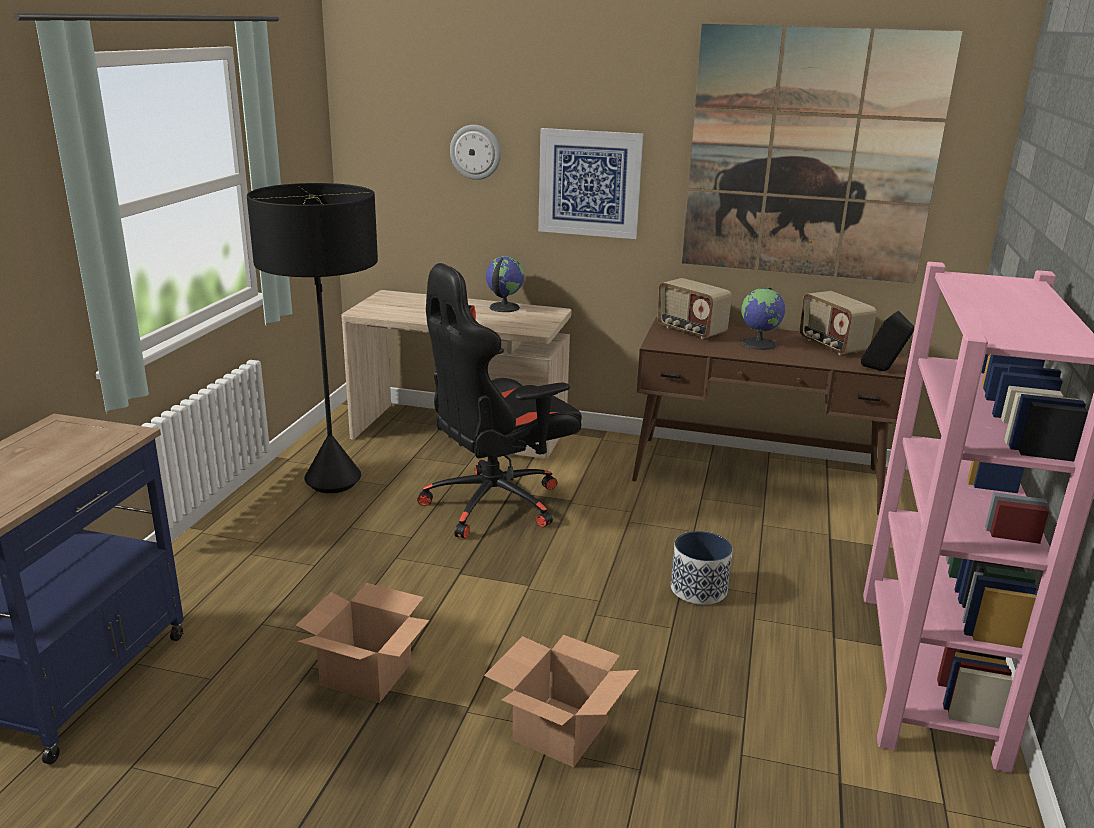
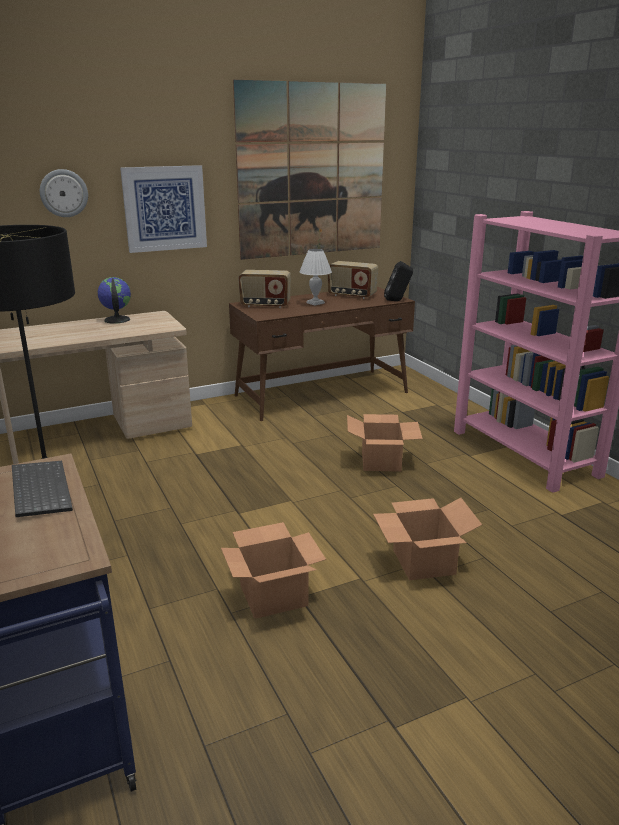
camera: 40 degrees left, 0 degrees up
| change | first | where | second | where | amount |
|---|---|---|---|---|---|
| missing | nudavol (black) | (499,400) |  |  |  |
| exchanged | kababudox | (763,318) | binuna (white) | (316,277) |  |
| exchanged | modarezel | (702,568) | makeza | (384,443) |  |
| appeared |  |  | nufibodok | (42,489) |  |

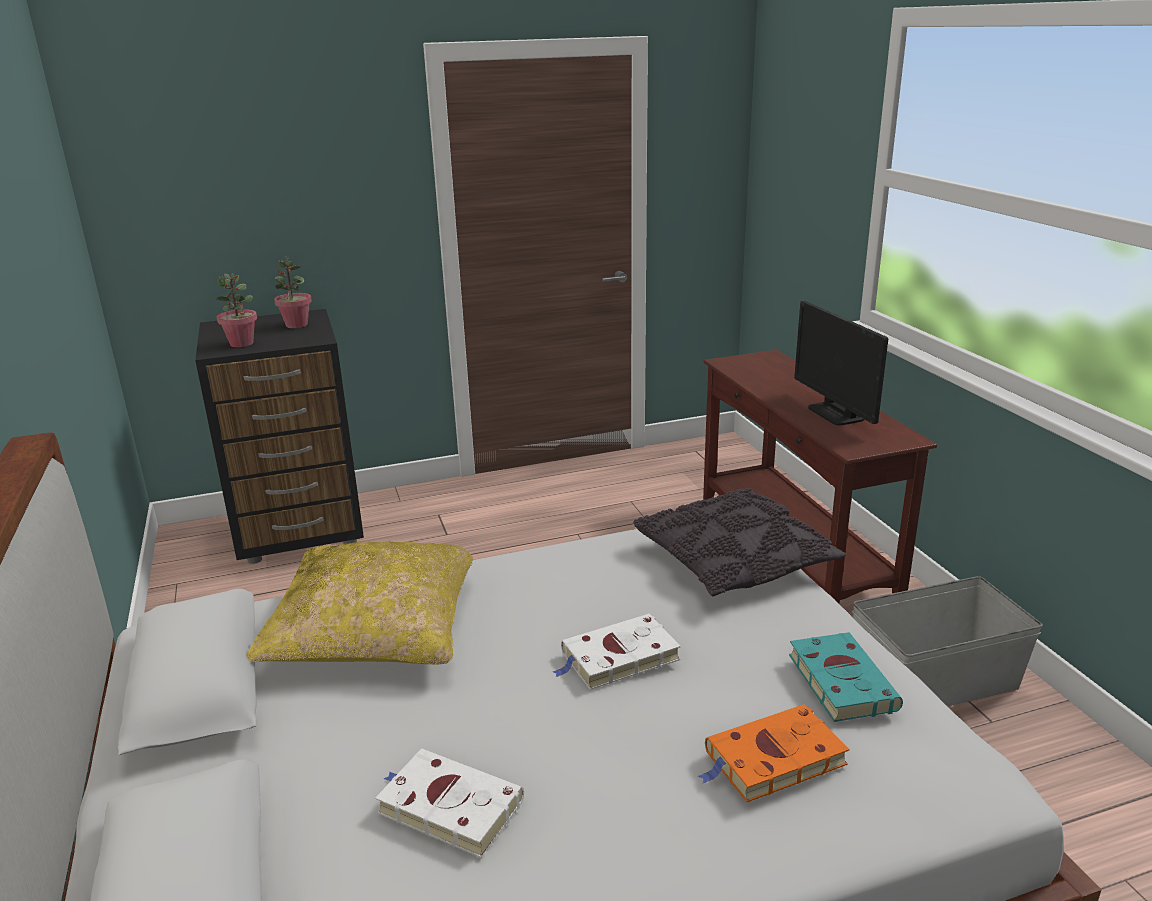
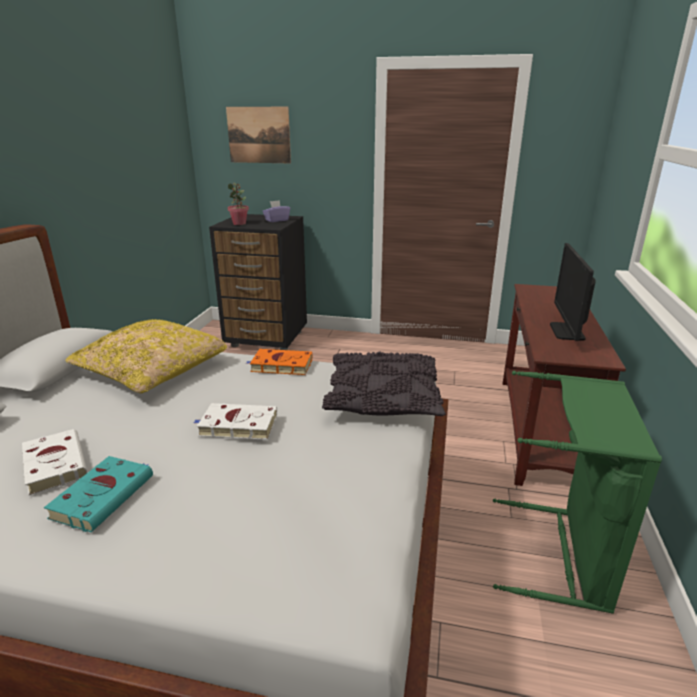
camera: 30 degrees right, 0 degrees up
| change | first | where | second | where | amount |
|---|---|---|---|---|---|
| exchanged | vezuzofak | (293,292) | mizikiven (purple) | (276,211) |  |
| exchanged | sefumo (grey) | (947,641) | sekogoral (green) | (577,492) |  |
| relocated | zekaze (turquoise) | (846,677) |  | (98,494) |  |
| relocated | zekaze (orange) | (774,753) |  | (279,362) |  |
| appeared |  |  | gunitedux | (258,135) |  |

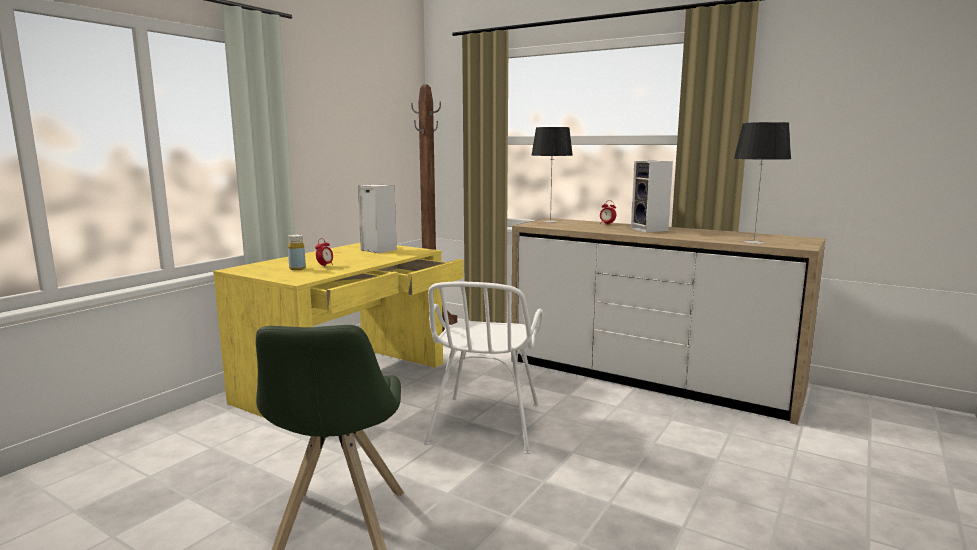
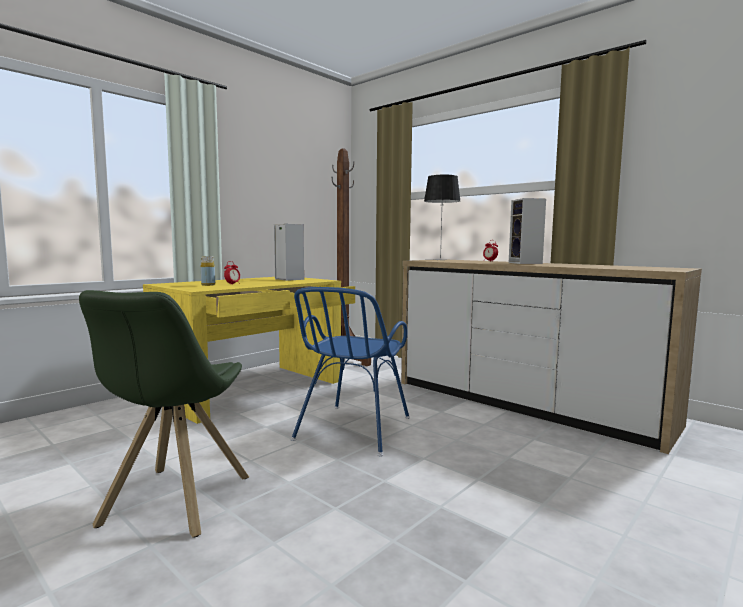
camera: 10 degrees right, 5 degrees down
| change | first | where | second | where | amount |
|---|---|---|---|---|---|
| missing | binuna | (762,183) |  |  |  |
| colour | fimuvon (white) | (483,368) | fimuvon (blue) | (350,371) |  |

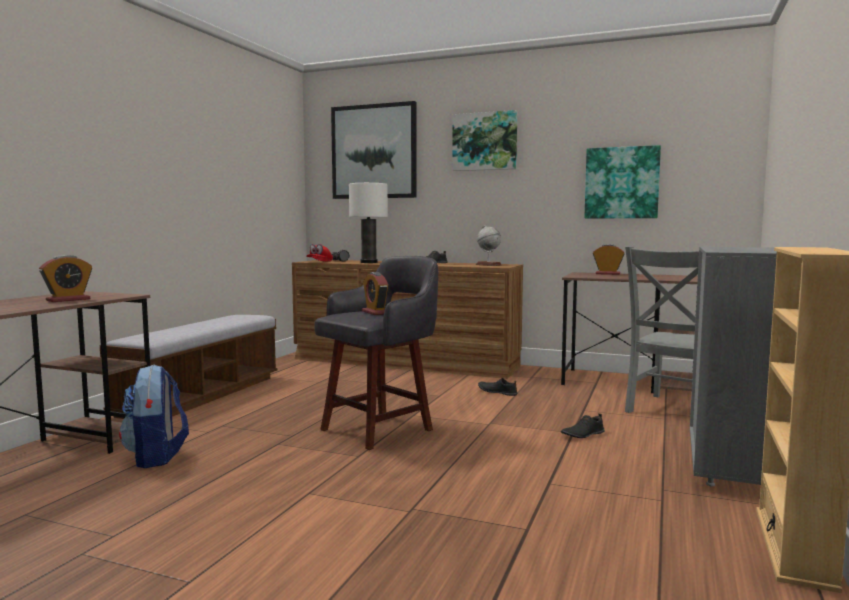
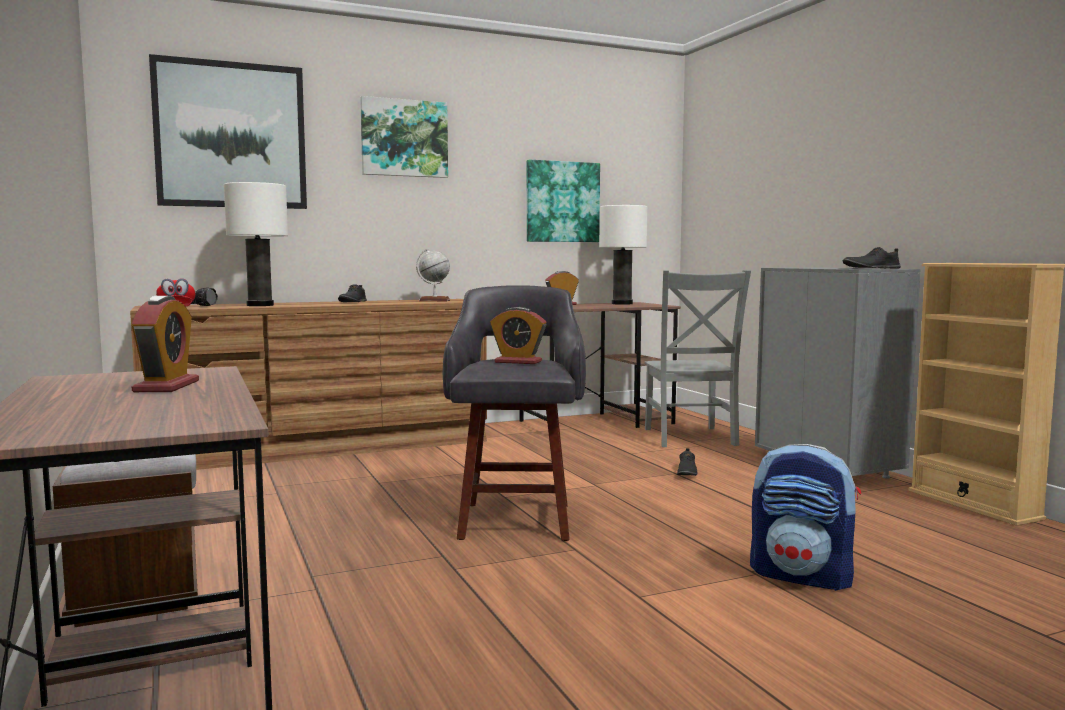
camera: 45 degrees left, 0 degrees up
| change | first | where | second | where | amount |
|---|---|---|---|---|---|
| relocated | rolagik | (154,416) |  | (805,517) |  |
| relocated | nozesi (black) | (497,387) |  | (871,258) |  |
| appeared |  |  | binuna (white) | (623,255) |  |

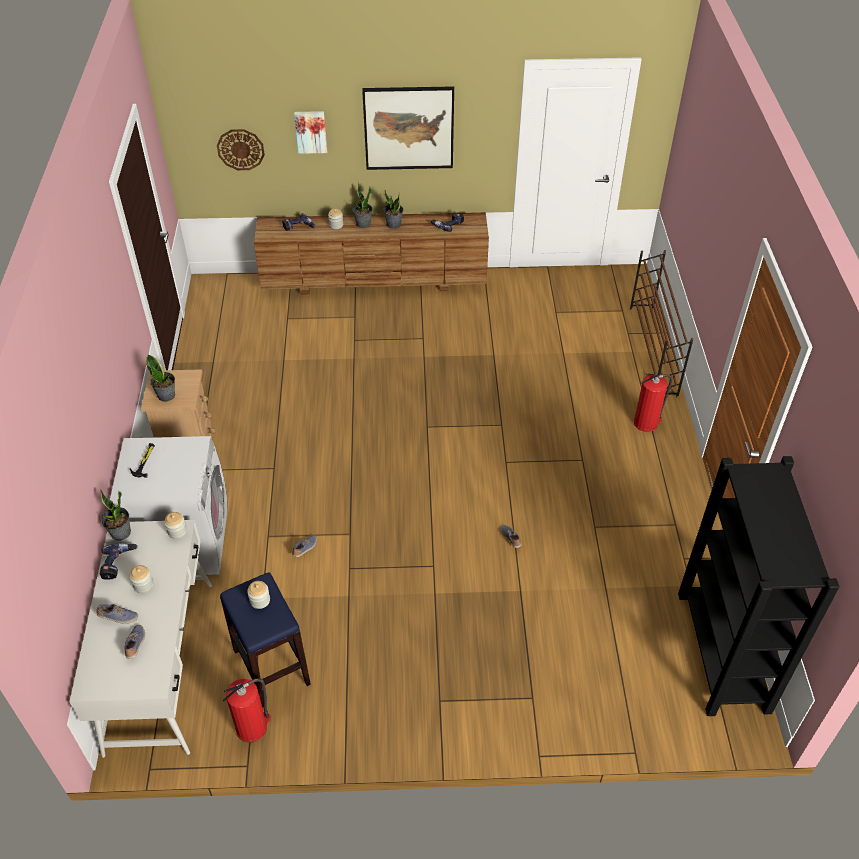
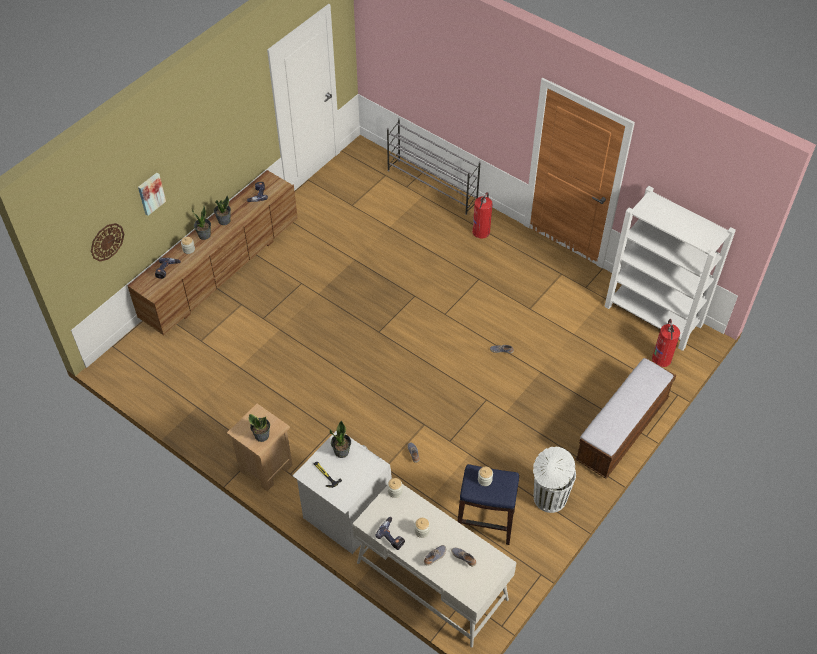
camera: 50 degrees left, 5 degrees up
| change | first | where | second | where | amount |
|---|---|---|---|---|---|
| missing | gunitedux | (408,128) |  |  |  |
| colour | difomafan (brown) | (662,324) | difomafan (grey) | (434,166) |  |
| colour | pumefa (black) | (759,586) | pumefa (white) | (670,268) |  |
| relocated | vezuzofak | (115,515) |  | (340,439) |  |
| relocated | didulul | (247,710) |  | (666,343) |  |
| appeared |  |  | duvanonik | (625,418) |  |
| appeared |  |  | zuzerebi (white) | (554,479) |  |

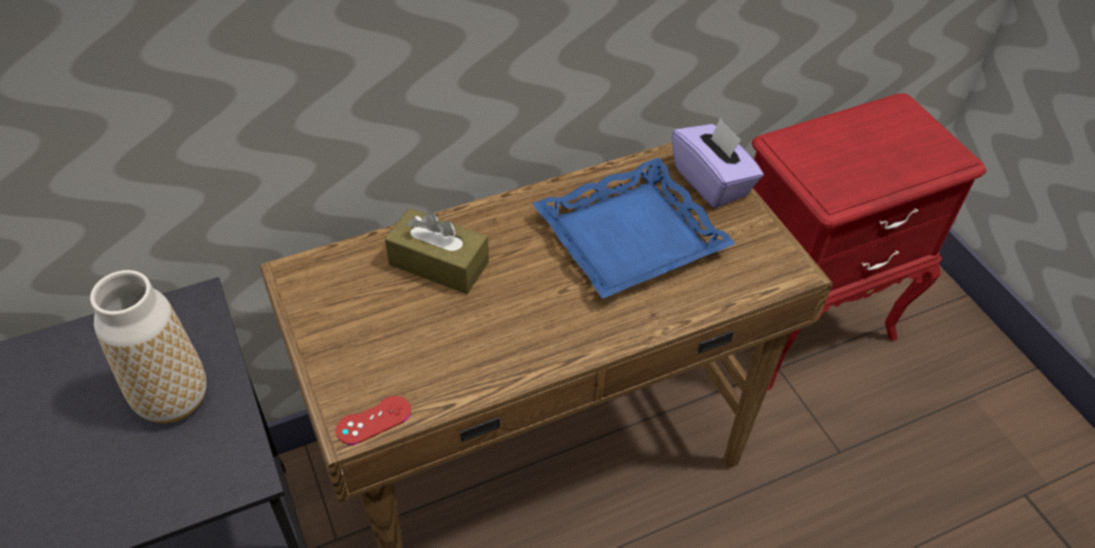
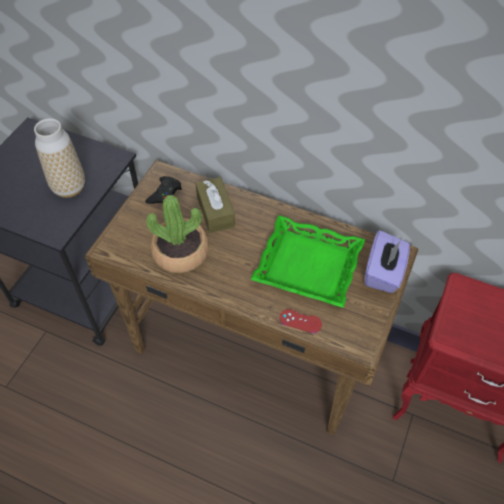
camera: 50 degrees right, 5 degrees up
| change | first | where | second | where | amount |
|---|---|---|---|---|---|
| colour | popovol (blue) | (634,228) | popovol (green) | (307,261) |  |
| relocated | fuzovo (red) | (373,420) |  | (301,321) |  |
| appeared |  |  | fuzovo (black) | (163,190) |  |
| appeared |  |  | vezuzofak | (177,234) |  |

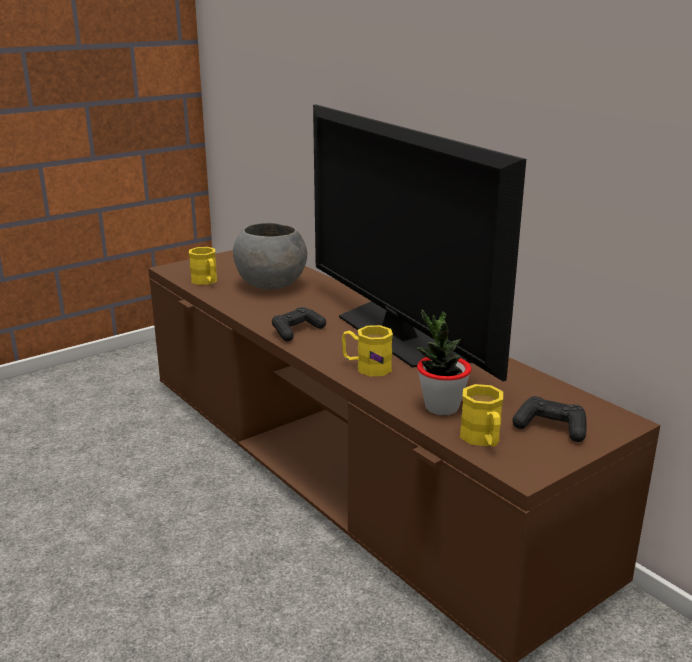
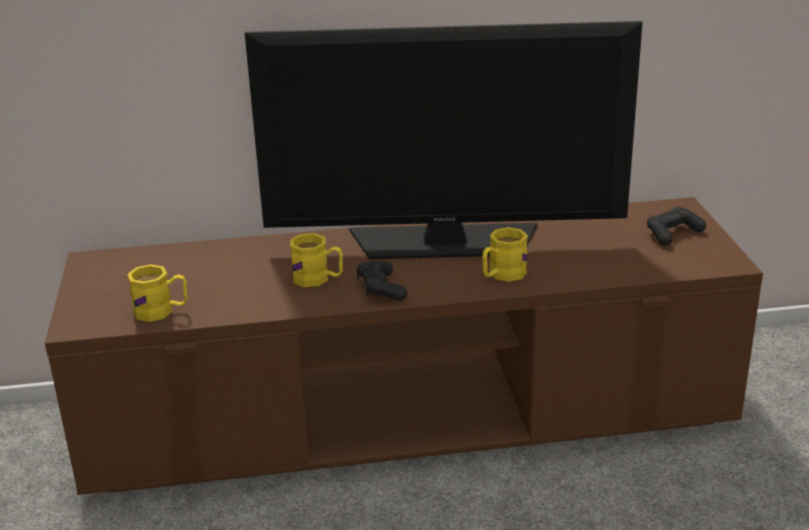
camera: 60 degrees left, 5 degrees up
| change | first | where | second | where | amount |
|---|---|---|---|---|---|
| missing | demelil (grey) | (270,256) |  |  |  |
| missing | vezuzofak | (444,362) |  |  |  |
| relocated | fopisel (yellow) | (481,415) |  | (316,260) |  |

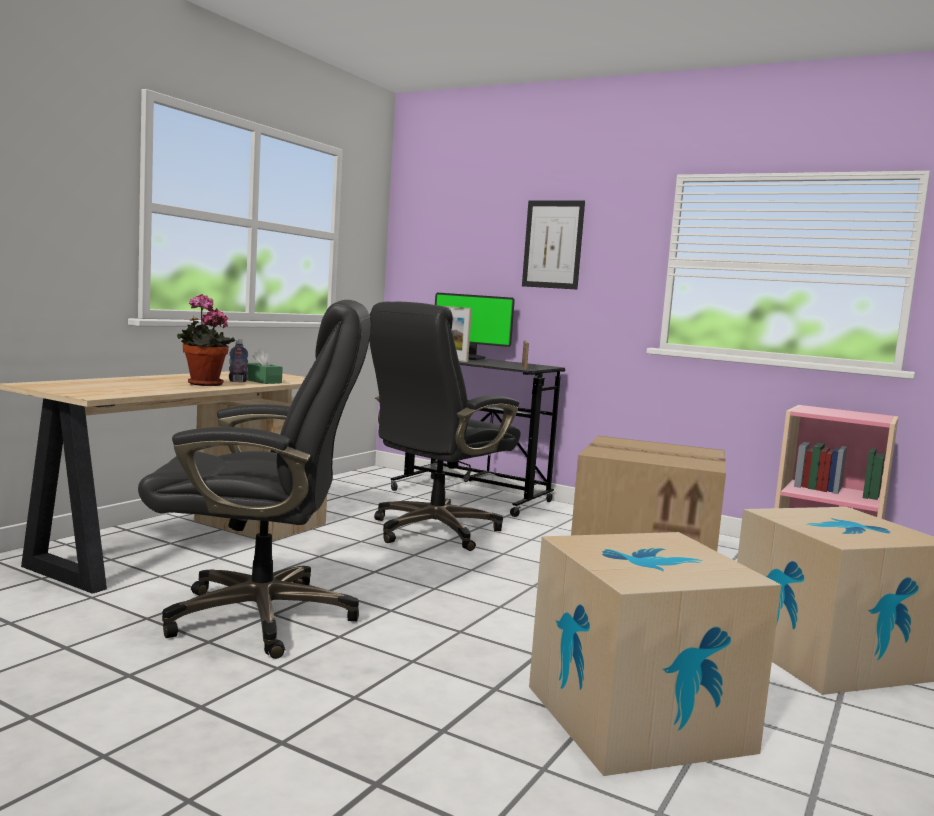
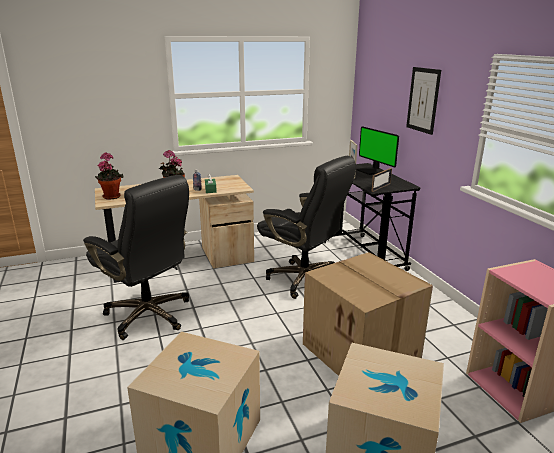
camera: 40 degrees right, 15 degrees up
| change | first | where | second | where | amount |
|---|---|---|---|---|---|
| spun | nudavol (black) | (445,426) |  | (306,227) | 135 degrees counterclockwise |
| appeared |  |  | vezuzofak | (109,176) |  |

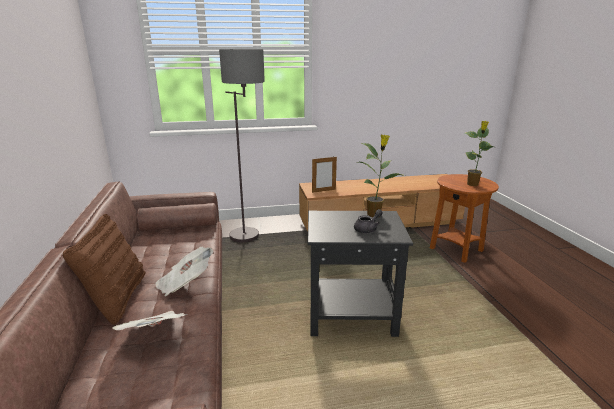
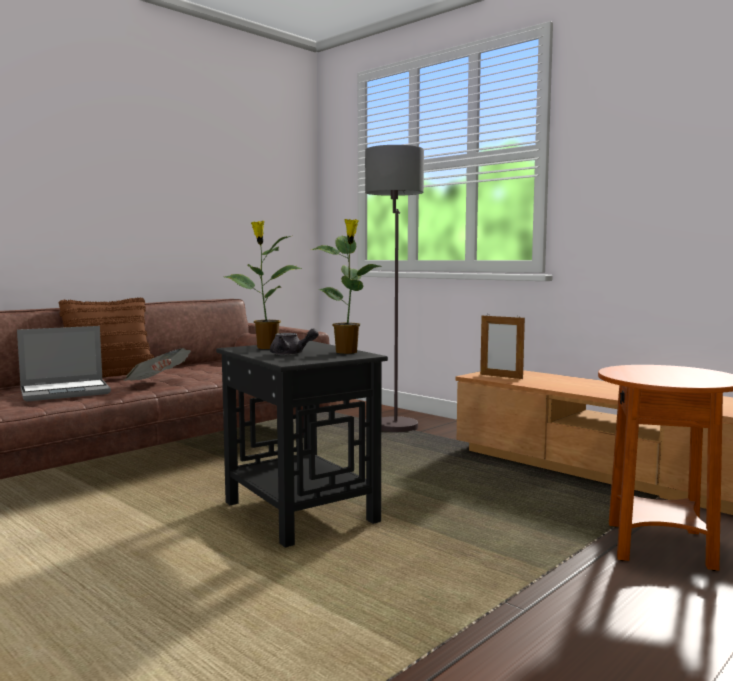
camera: 55 degrees right, 15 degrees down
| change | first | where | second | where | amount |
|---|---|---|---|---|---|
| relocated | vezuzofak | (479,153) |  | (263,285) |  |
| exchanged | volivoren | (150,320) | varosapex | (64,363) |  |

